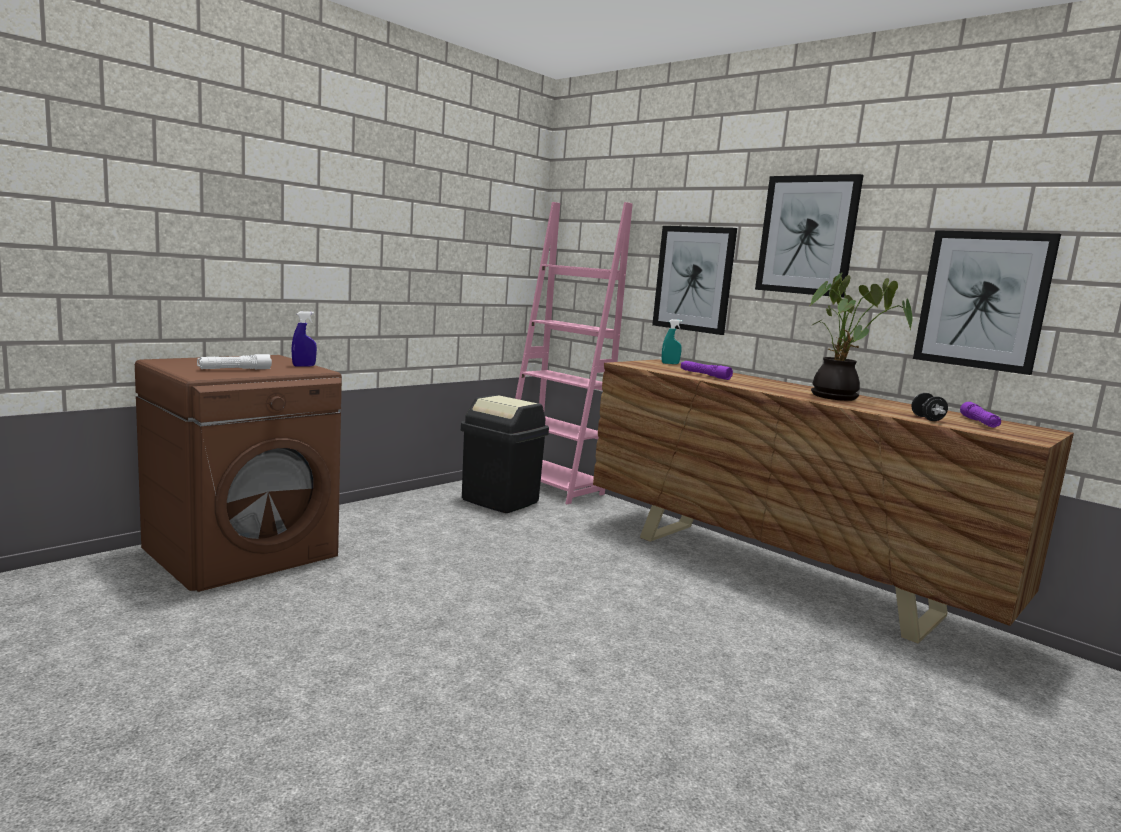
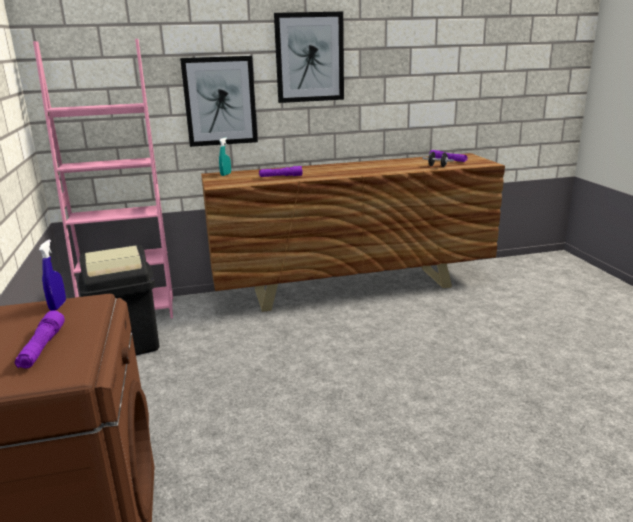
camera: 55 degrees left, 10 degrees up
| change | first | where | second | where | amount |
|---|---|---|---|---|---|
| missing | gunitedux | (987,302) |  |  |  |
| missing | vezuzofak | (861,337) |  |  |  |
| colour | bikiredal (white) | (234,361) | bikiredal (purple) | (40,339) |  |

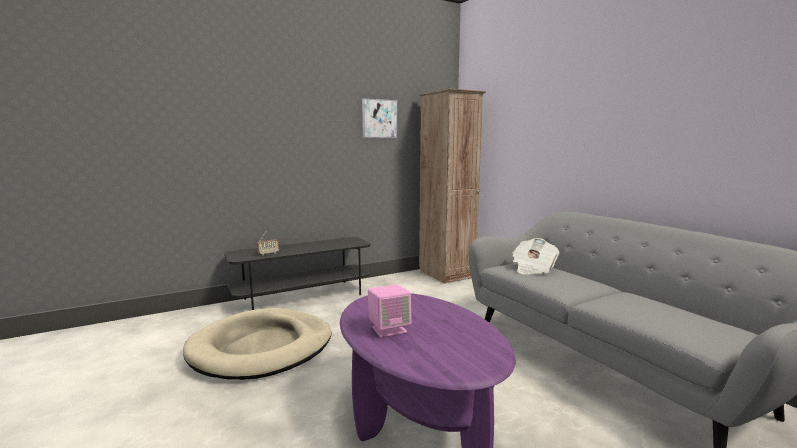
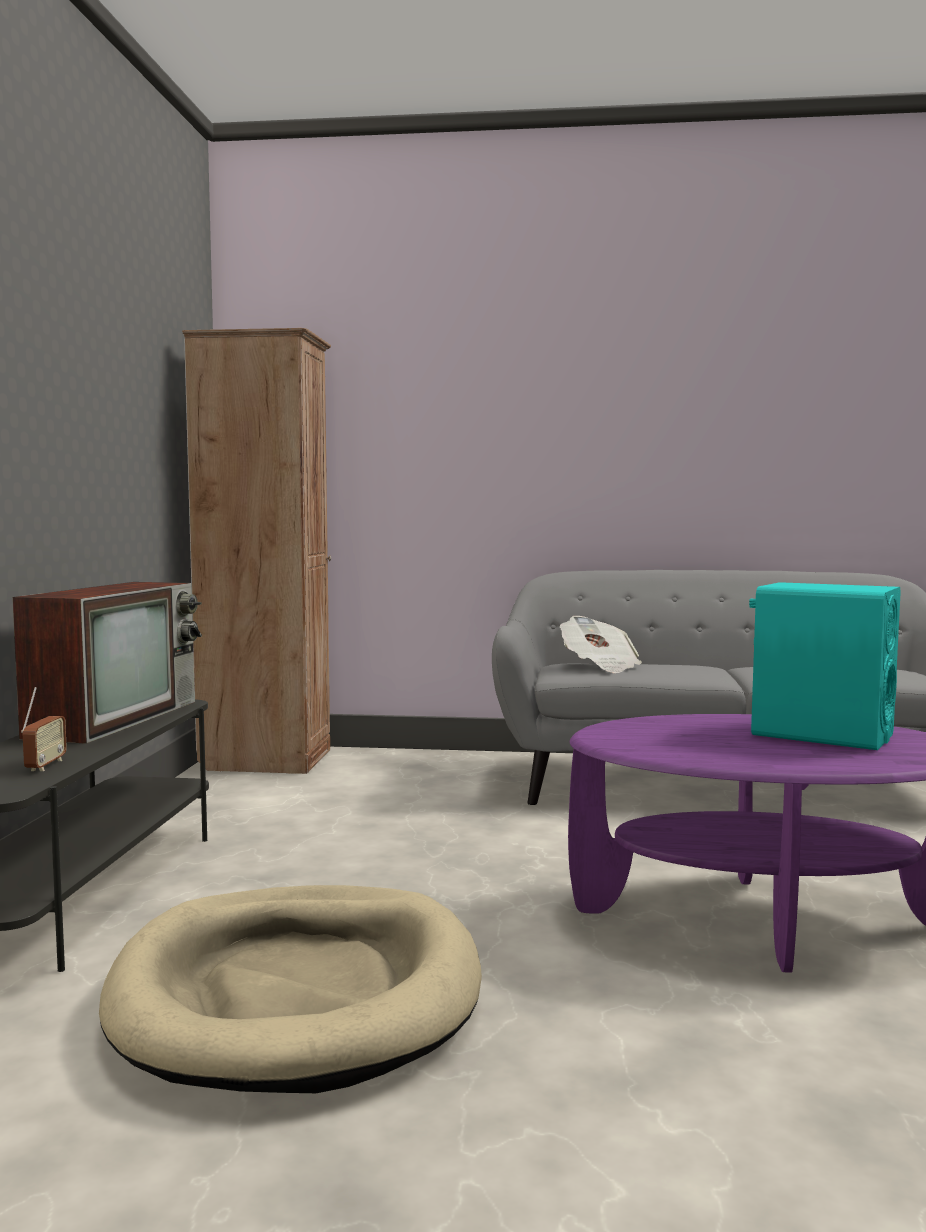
camera: 55 degrees left, 5 degrees down
| change | first | where | second | where | amount |
|---|---|---|---|---|---|
| missing | gunitedux | (379,118) |  |  |  |
| missing | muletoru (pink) | (390,311) |  |  |  |
| appeared |  |  | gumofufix | (107,663) |  |
| appeared |  |  | muletoru (turquoise) | (825,666) |  |

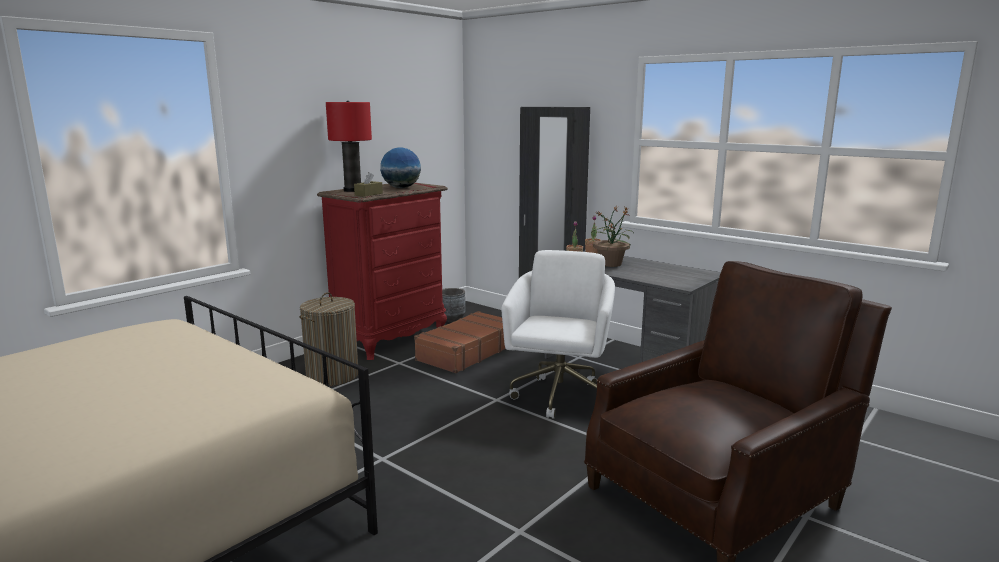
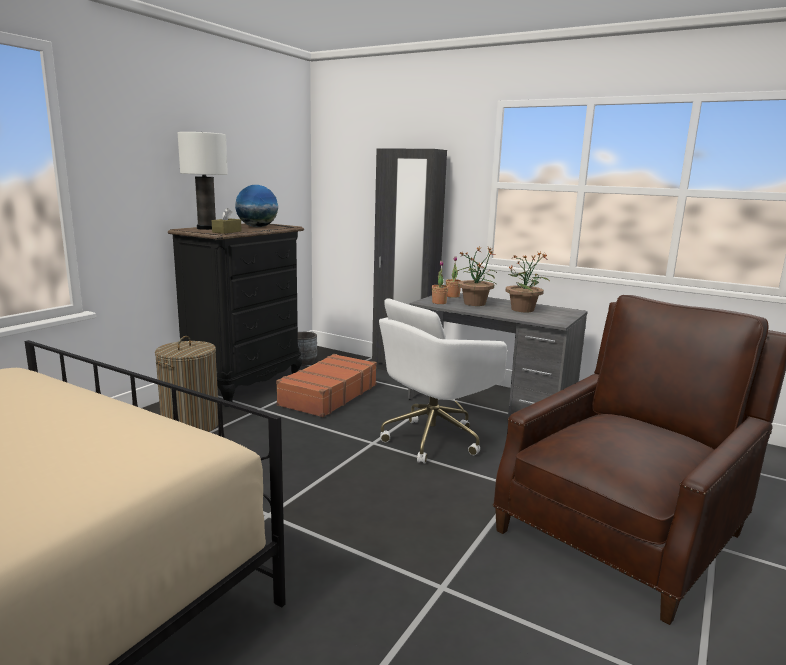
camera: 10 degrees left, 0 degrees up
| change | first | where | second | where | amount |
|---|---|---|---|---|---|
| colour | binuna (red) | (349,146) | binuna (white) | (203,181) |  |
| colour | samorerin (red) | (382,271) | samorerin (black) | (236,315) |  |
| spun | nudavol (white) | (558,334) |  | (443,380) | 135 degrees counterclockwise |
| appeared |  |  | vezuzofak | (527,282) |  |

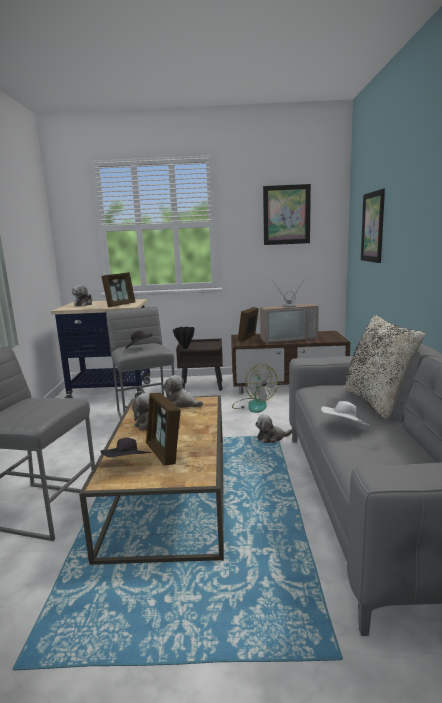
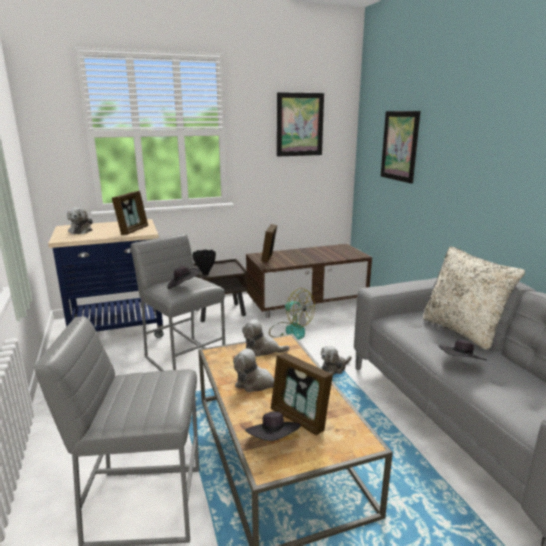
camera: 20 degrees left, 5 degrees up
| change | first | where | second | where | amount |
|---|---|---|---|---|---|
| missing | gumofufix | (289,311) |  |  |  |
| colour | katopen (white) | (345,413) | katopen (black) | (462,350) |  |

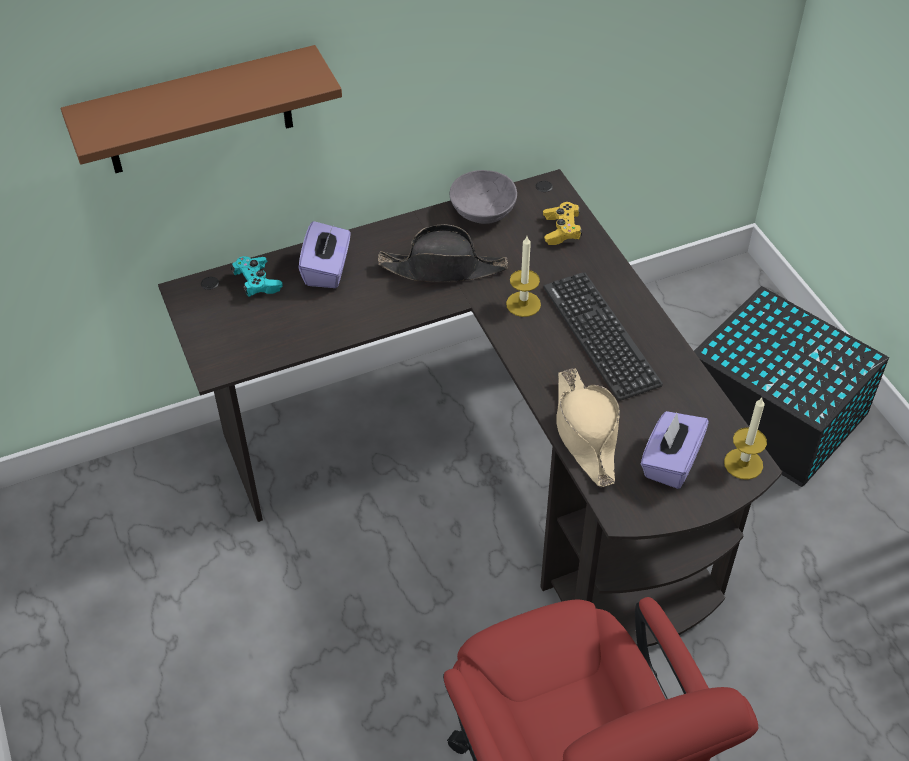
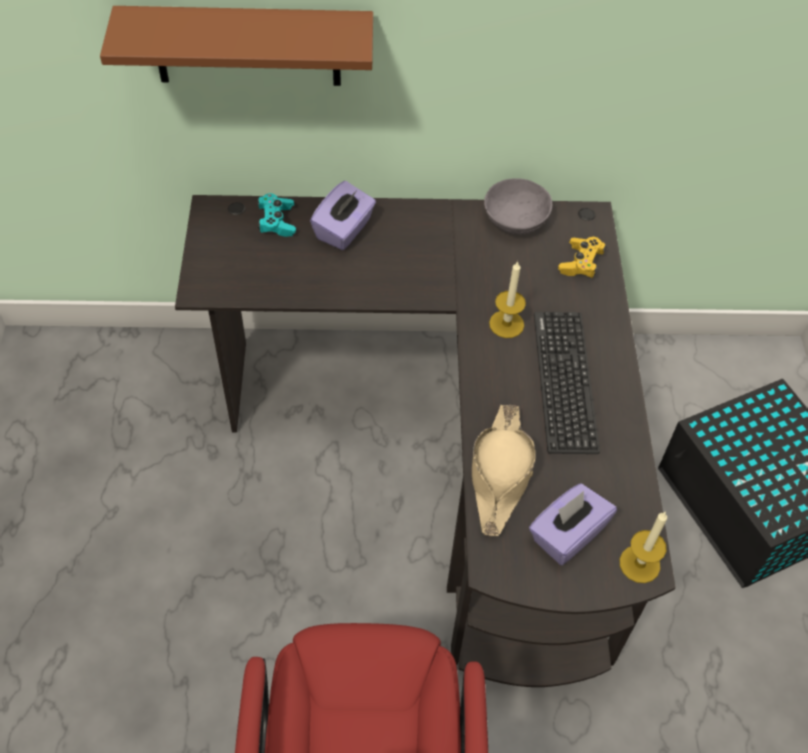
camera: 20 degrees right, 5 degrees up
| change | first | where | second | where | amount |
|---|---|---|---|---|---|
| missing | katopen (black) | (443,253) |  |  |  |

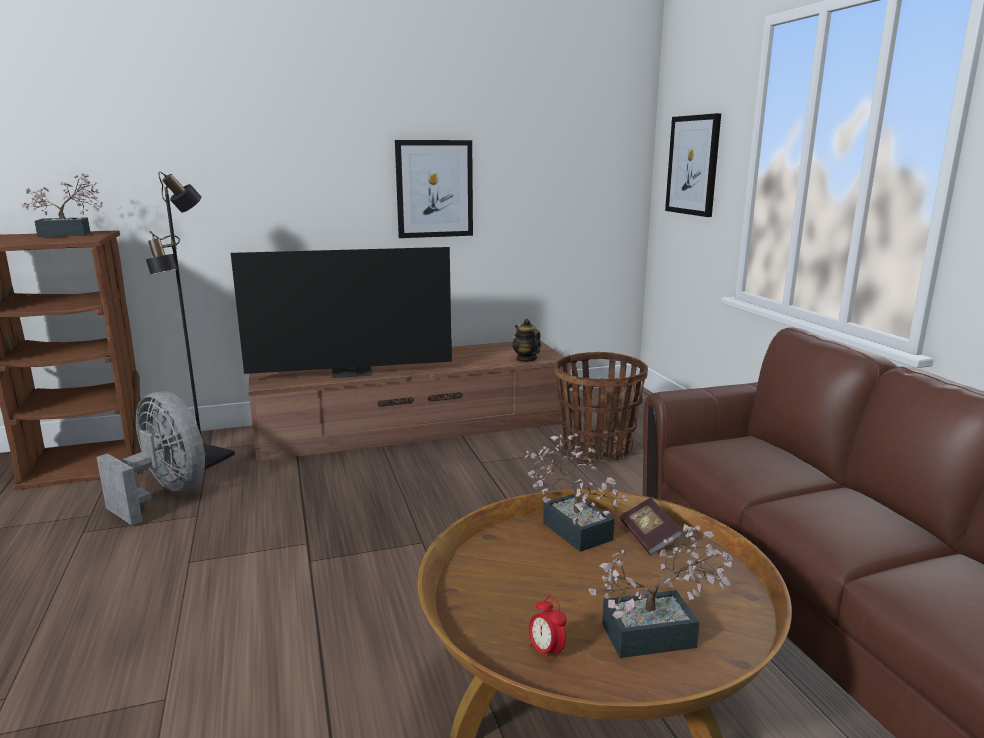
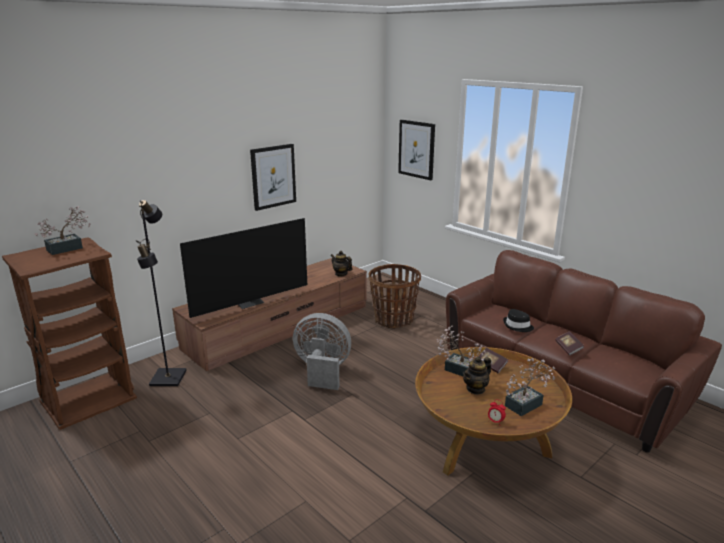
camera: 25 degrees left, 5 degrees up
| change | first | where | second | where | amount |
|---|---|---|---|---|---|
| relocated | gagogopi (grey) | (151,458) |  | (322,351) |  |
| appeared |  |  | katopen (black) | (518,320) |  |
| appeared |  |  | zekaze | (569,343) |  |
| appeared |  |  | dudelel | (477,375) |  |

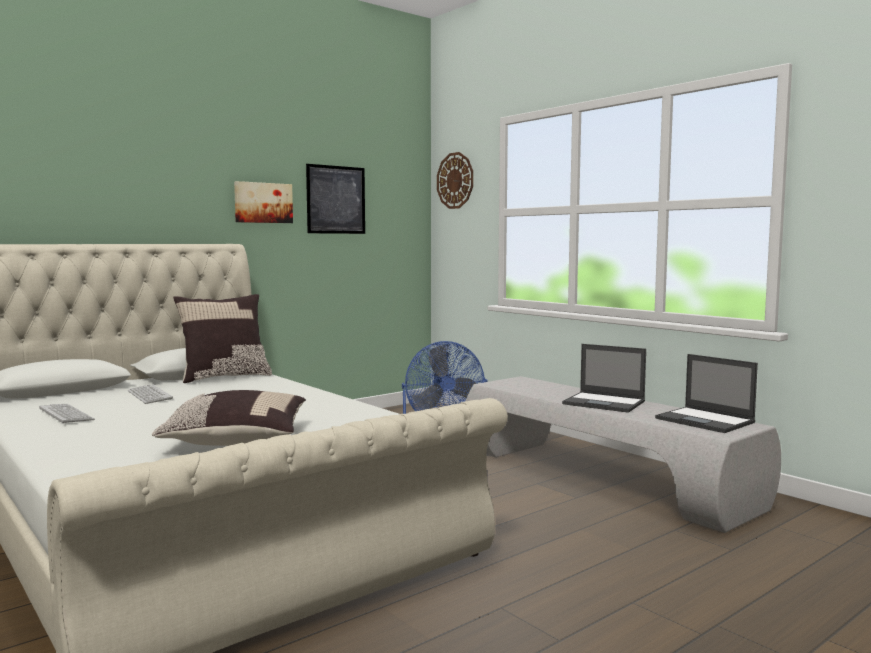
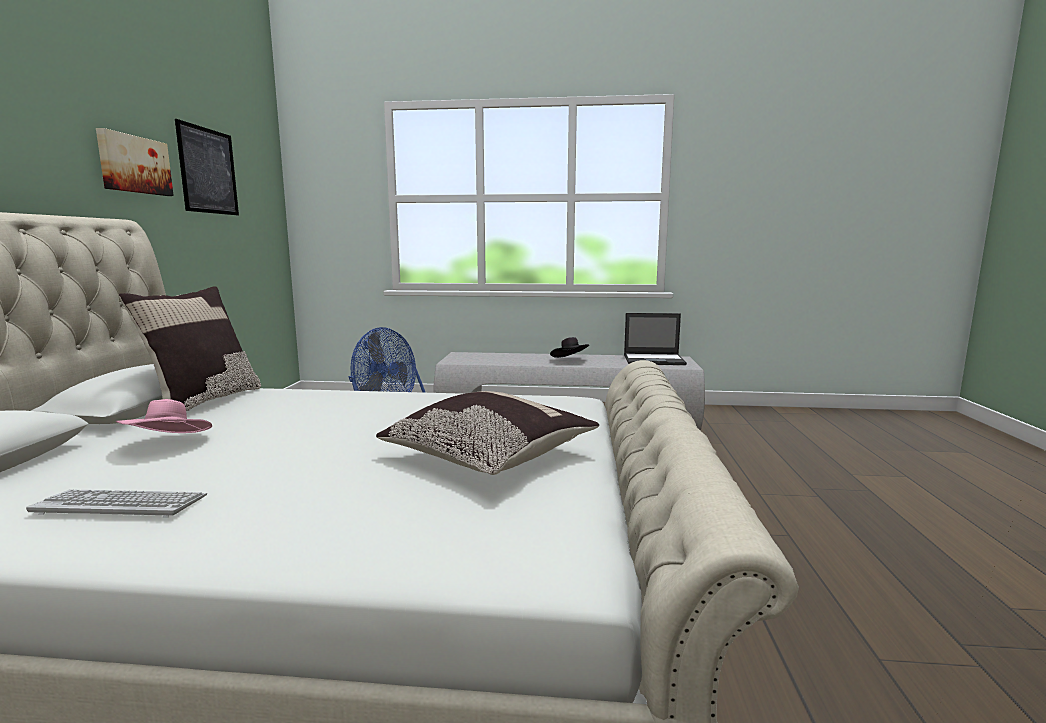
camera: 45 degrees left, 5 degrees up
| change | first | where | second | where | amount |
|---|---|---|---|---|---|
| missing | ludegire | (455,180) |  |  |  |
| exchanged | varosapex | (604,378) | katopen (black) | (569,347) |  |
| exchanged | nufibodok | (150,394) | katopen (pink) | (164,416) |  |

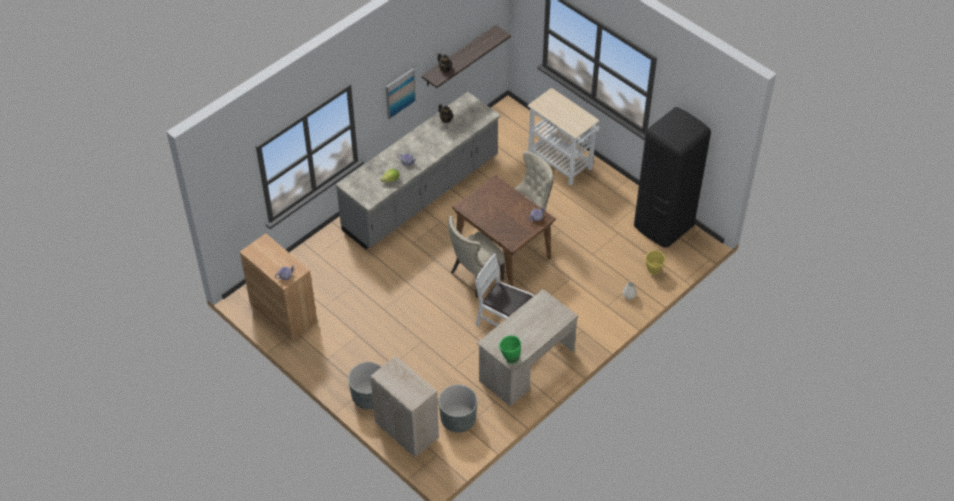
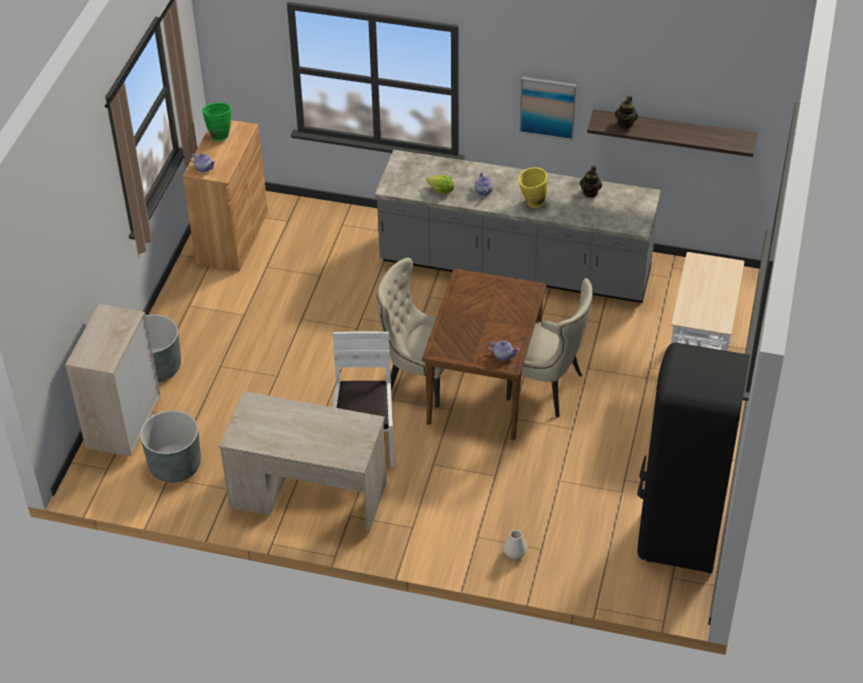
camera: 60 degrees right, 5 degrees down
| change | first | where | second | where | amount |
|---|---|---|---|---|---|
| relocated | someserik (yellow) | (655,262) |  | (533,187) |  |
| relocated | someserik (green) | (510,350) |  | (216,121) |  |

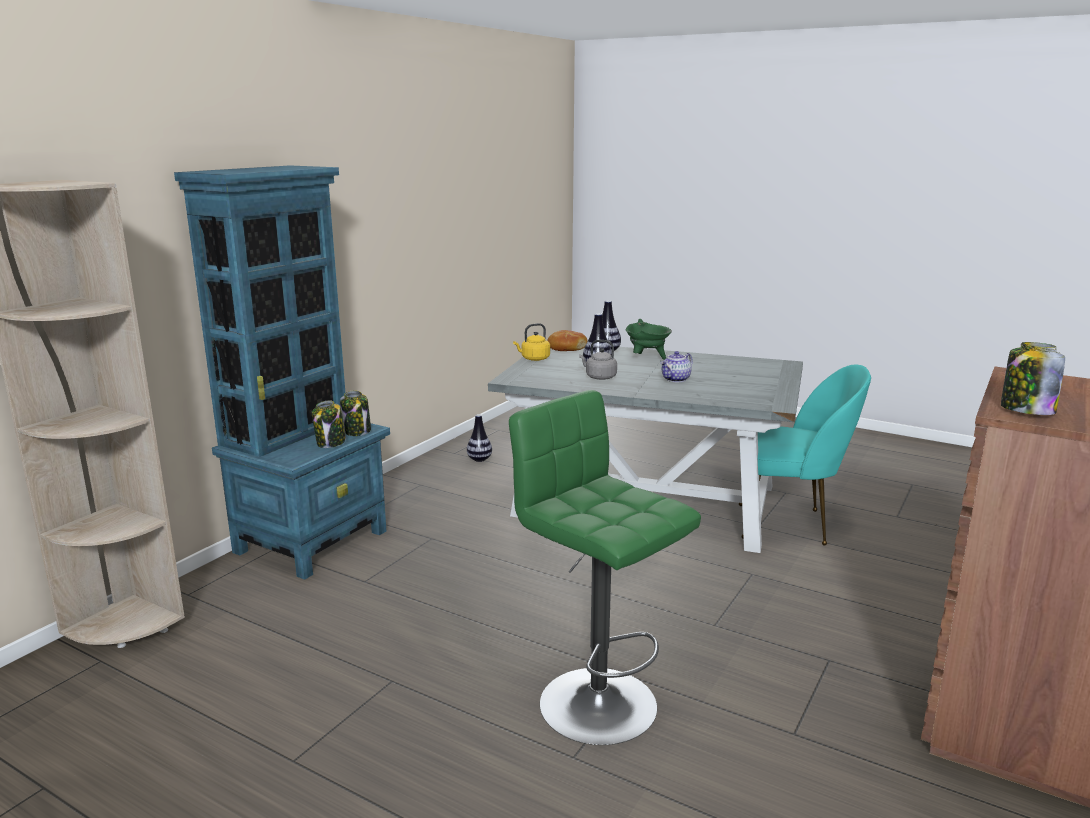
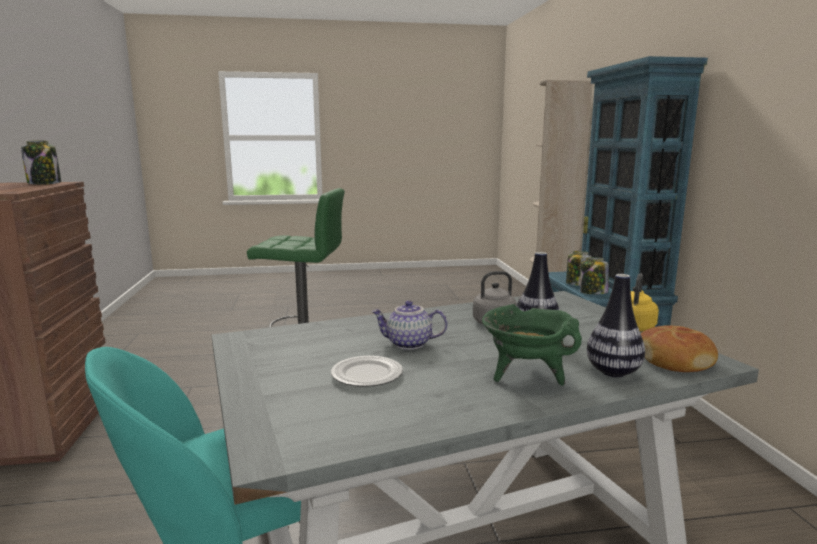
camera: 140 degrees right, 5 degrees down
| change | first | where | second | where | amount |
|---|---|---|---|---|---|
| spun | dudelel | (676,366) |  | (409,325) | 90 degrees counterclockwise |
| missing | someserik | (479,438) |  |  |  |
| appeared |  |  | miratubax | (367,371) |  |

